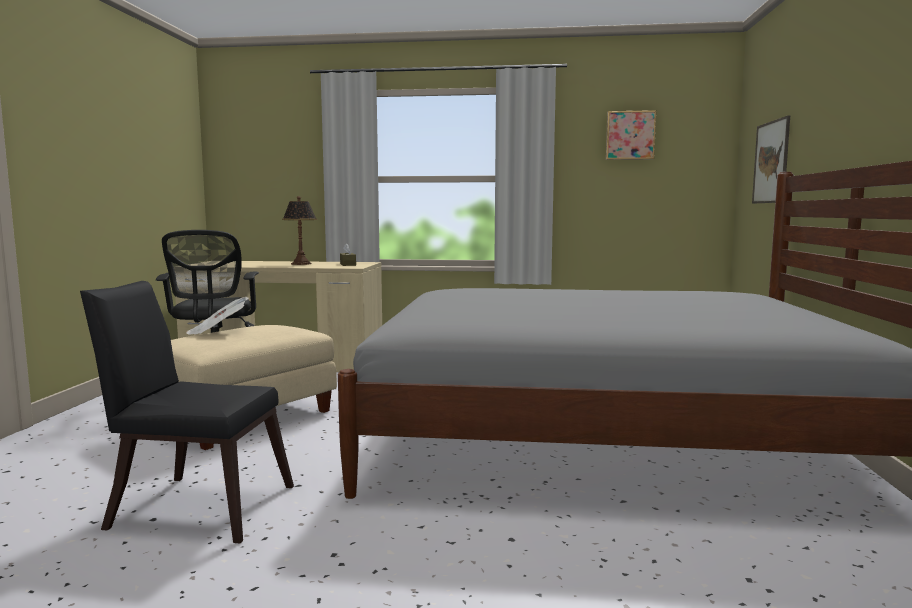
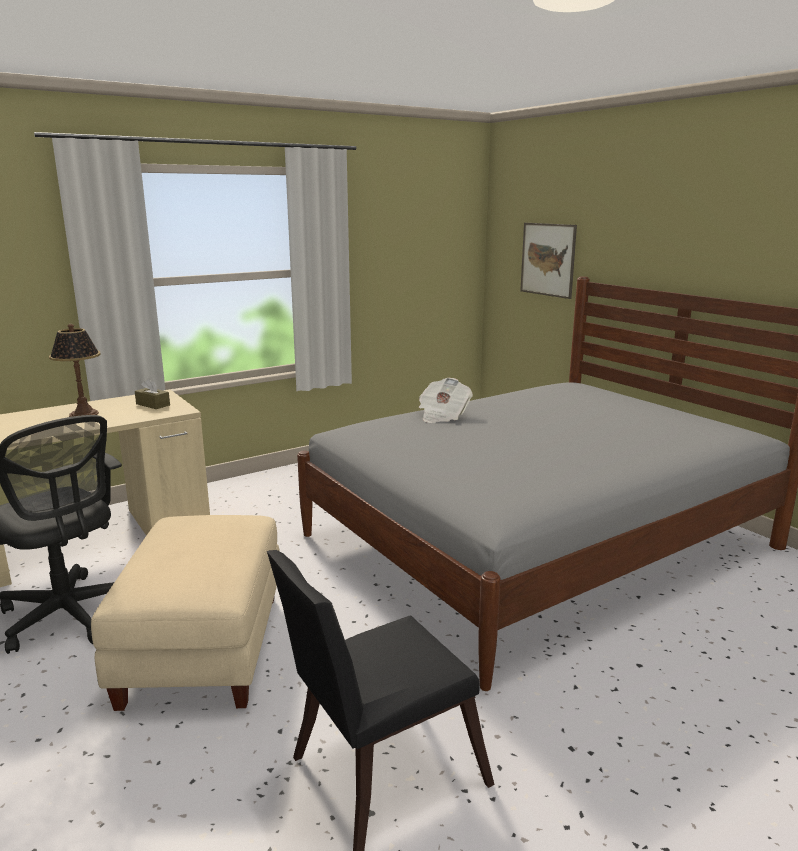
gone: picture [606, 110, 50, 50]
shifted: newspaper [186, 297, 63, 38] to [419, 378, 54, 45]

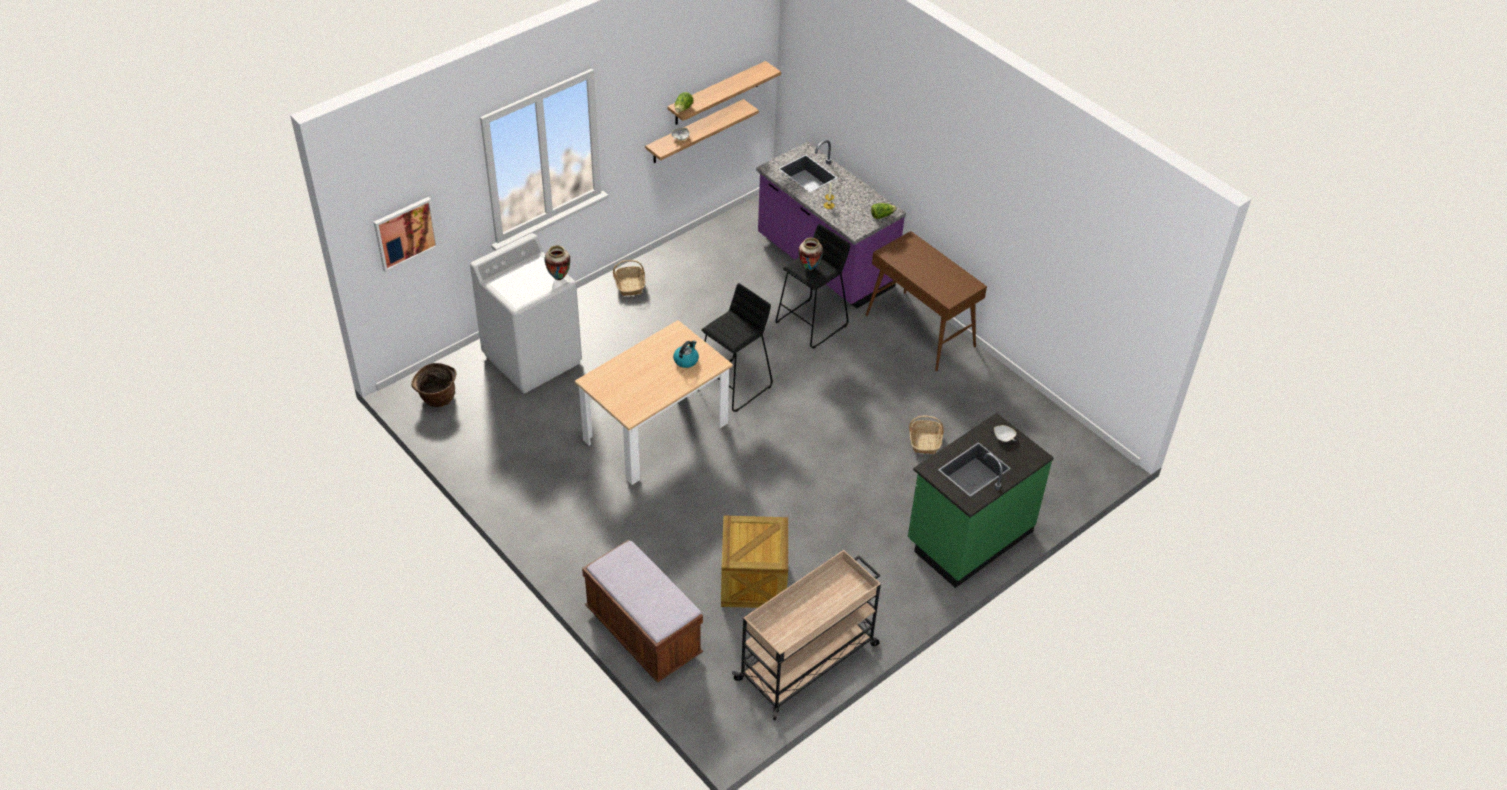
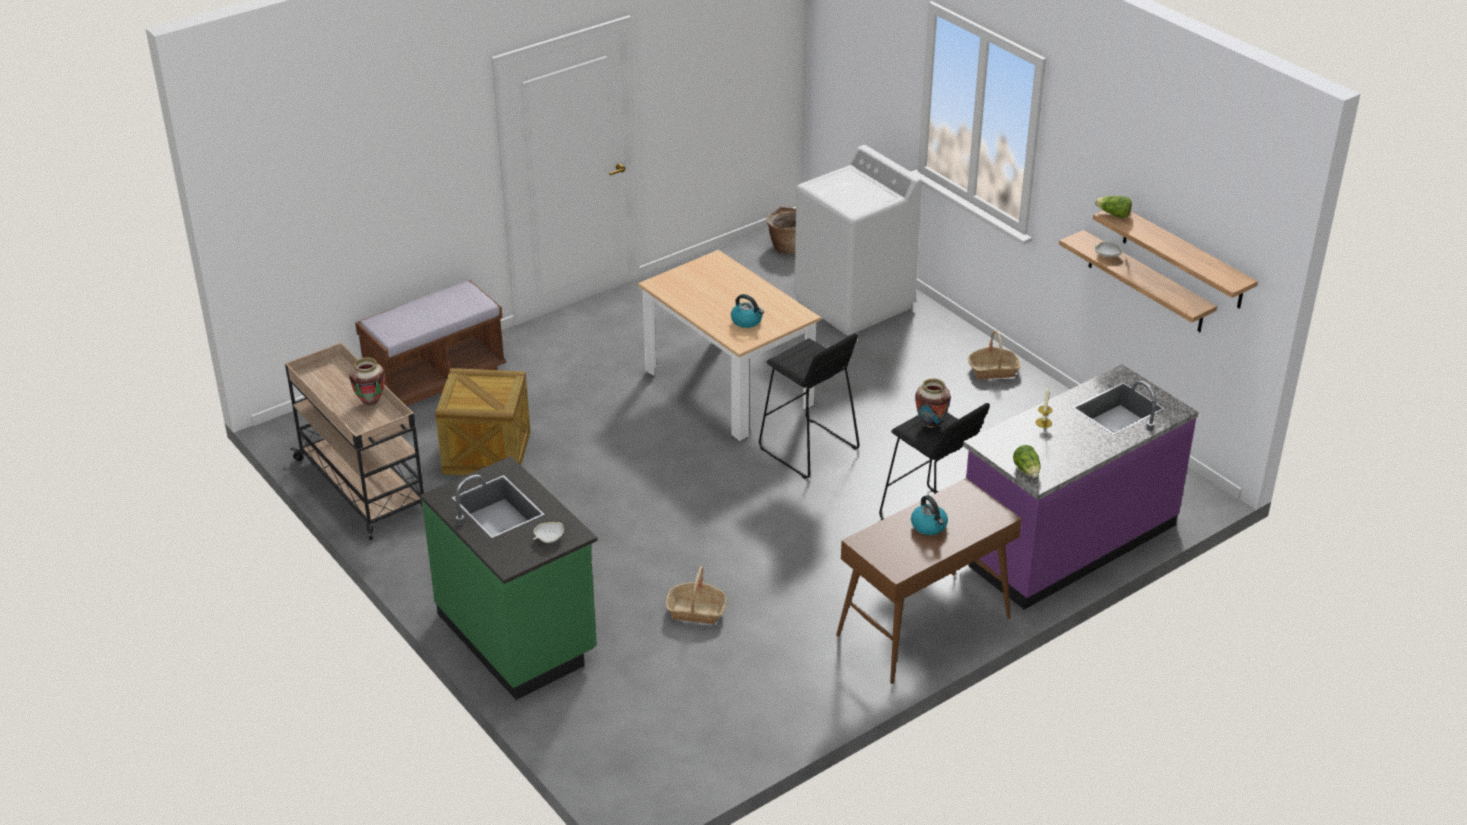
gone: picture [374, 197, 65, 75]
new: kettle [911, 495, 37, 40]
shifted: vase [544, 245, 26, 35] to [349, 357, 36, 49]

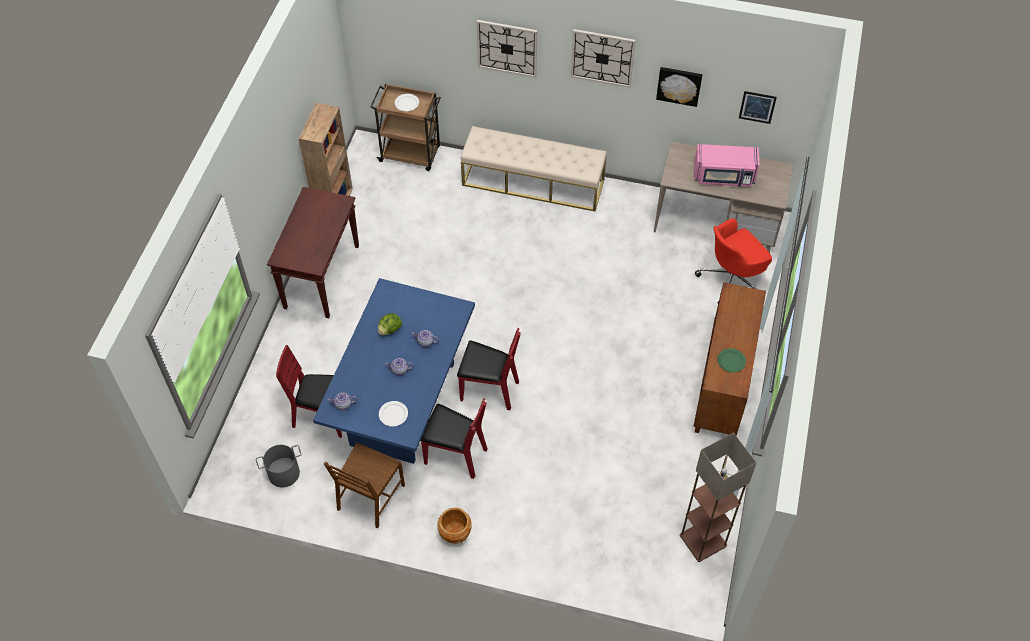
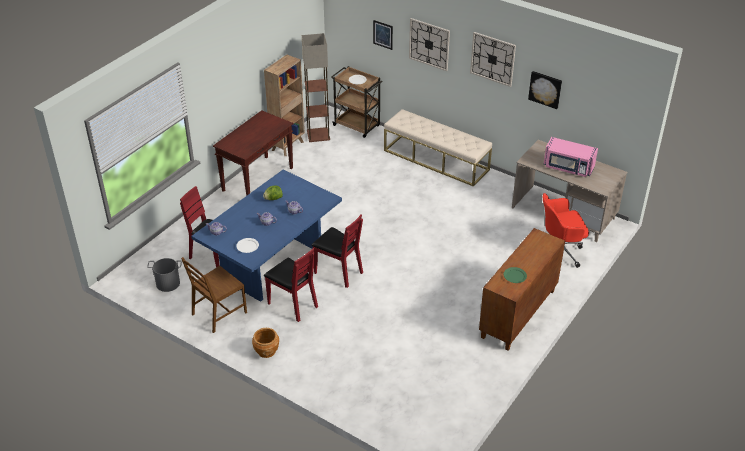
shifted: picture [739, 91, 38, 33] to [373, 20, 20, 30]; floor lamp [680, 432, 77, 130] to [302, 33, 28, 109]

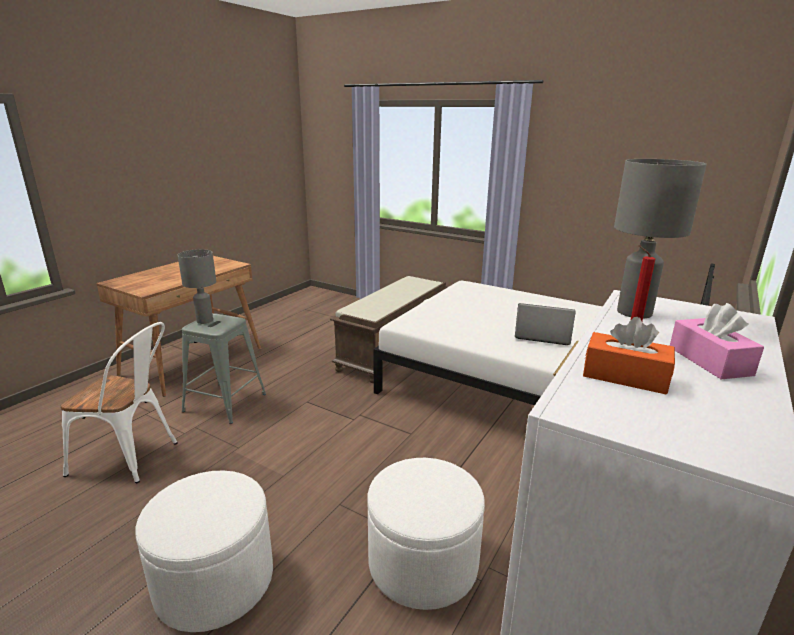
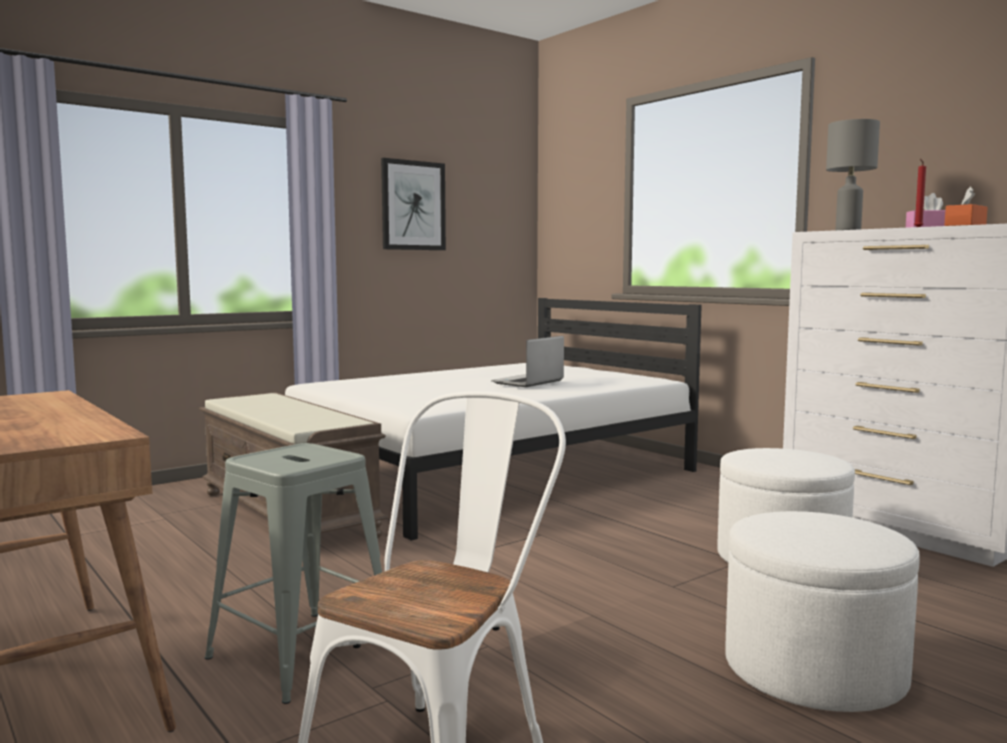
gone: table lamp in grey [178, 249, 38, 75]
new: picture [381, 158, 65, 92]

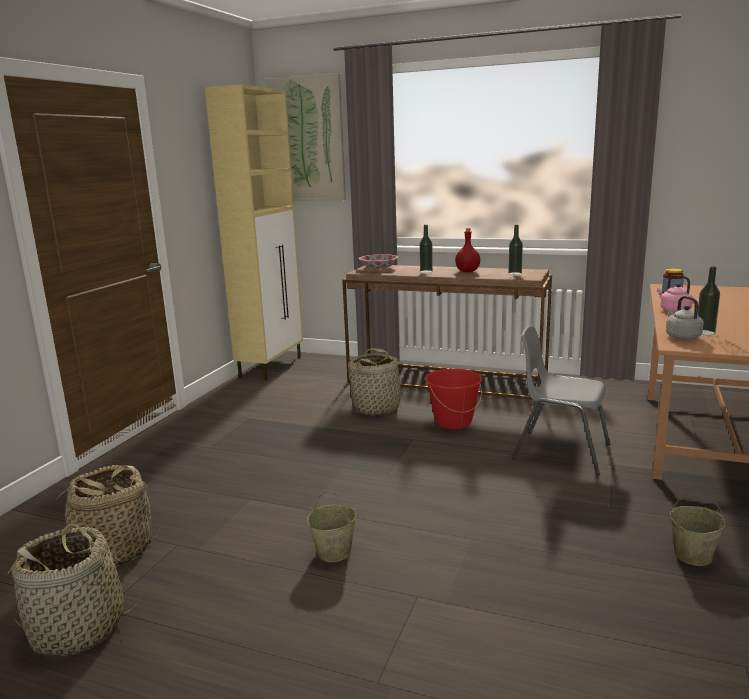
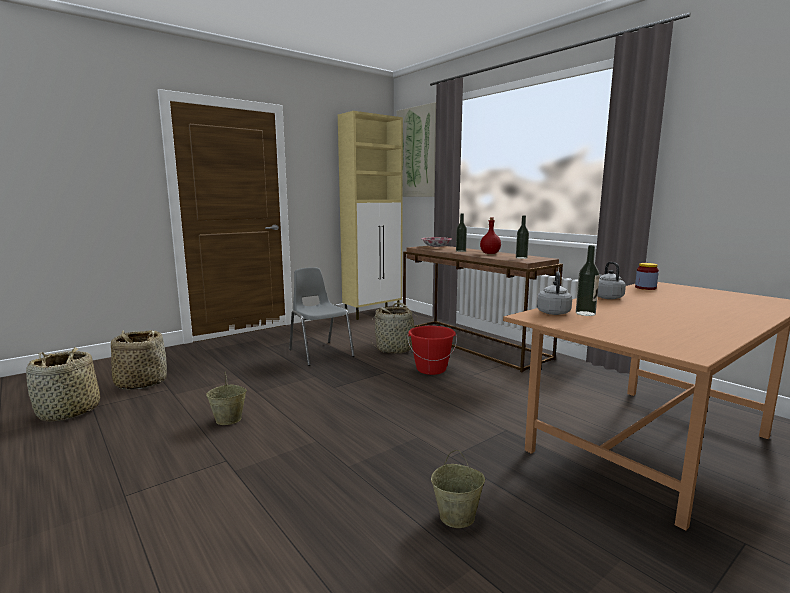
shifted: chair in grey [512, 326, 99, 149] to [289, 267, 66, 99]
repainted: kettle in pink [657, 275, 36, 38] to kettle in grey [598, 262, 28, 37]

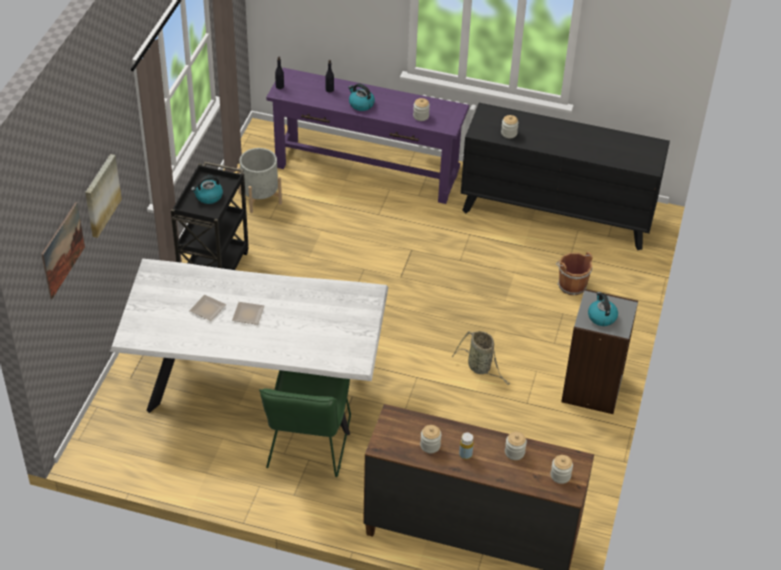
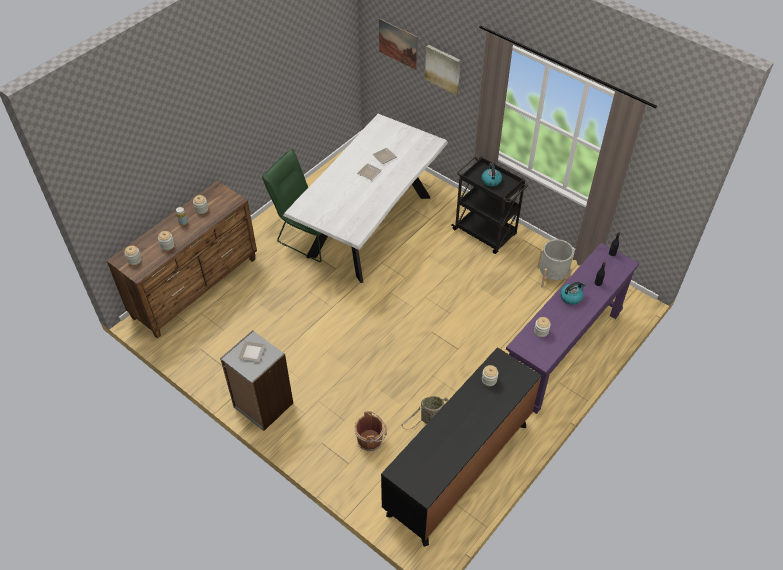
shifted: basket [452, 331, 58, 54] to [401, 396, 47, 34]
swapped: kettle [588, 292, 30, 34] to plate [238, 341, 27, 21]

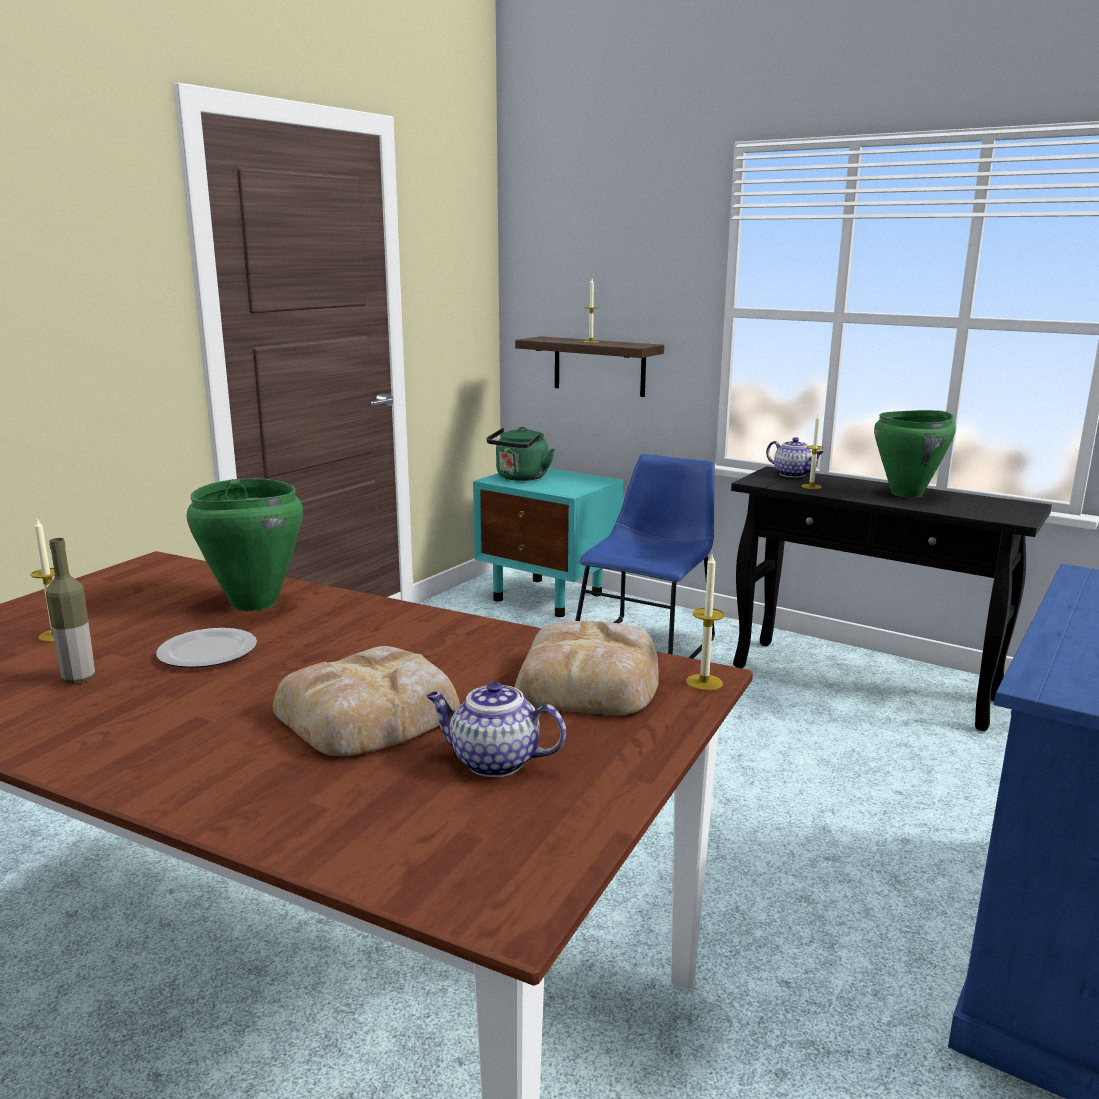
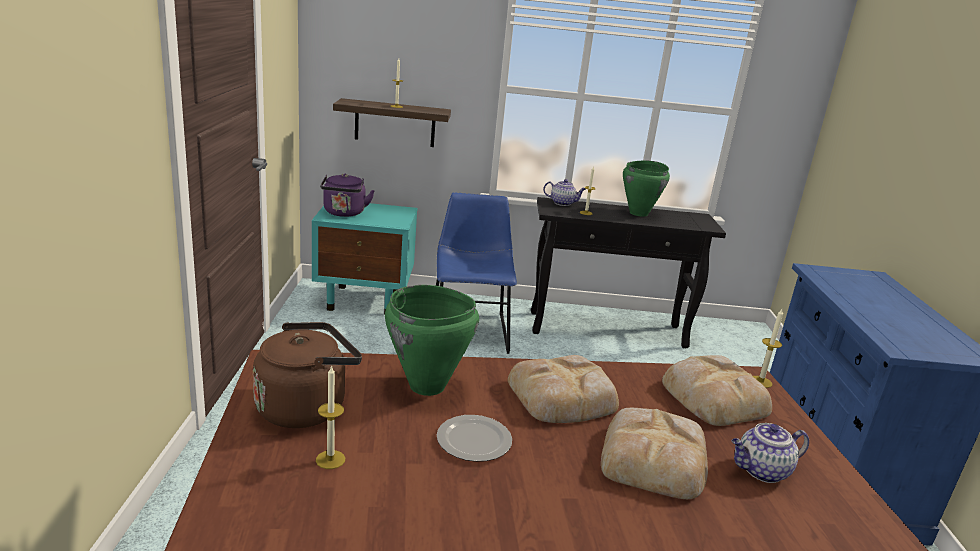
gone: bottle [46, 538, 49, 146]
new: kettle in brown [253, 322, 109, 106]; bread [508, 355, 111, 68]
repainted: kettle in green [486, 427, 69, 54] to kettle in purple [320, 174, 55, 43]

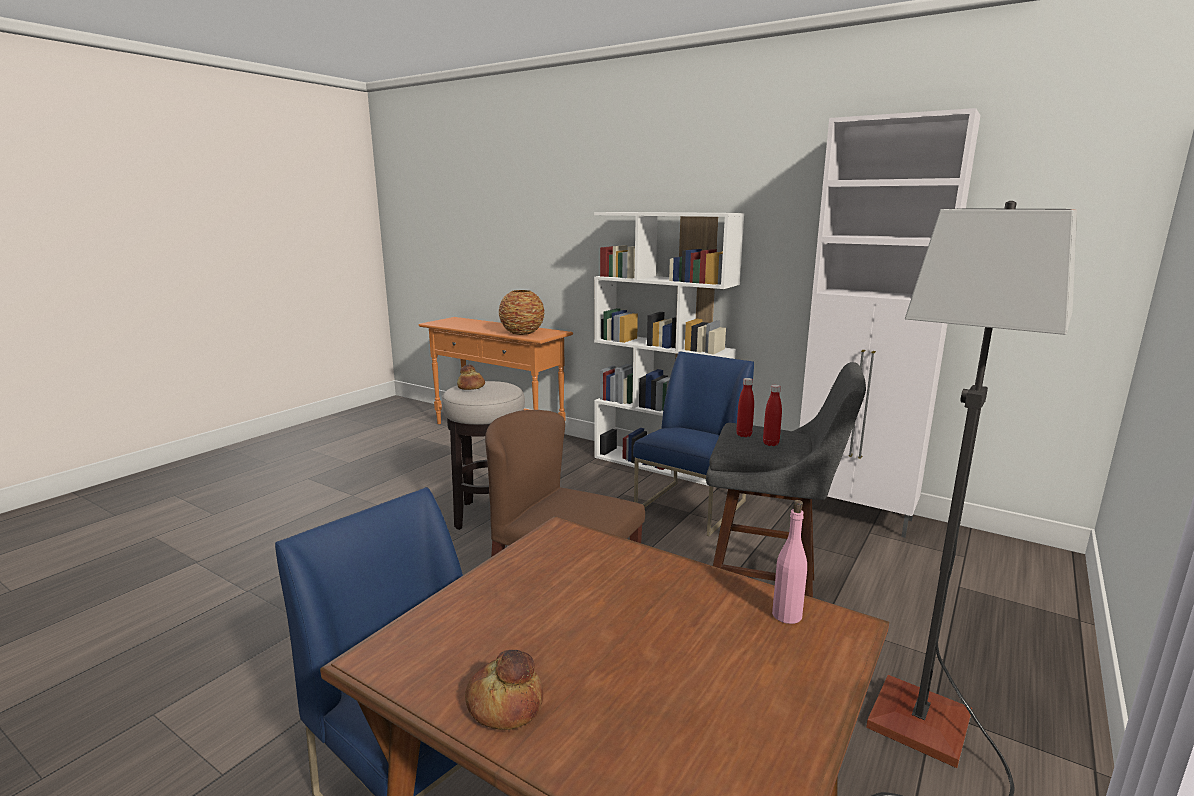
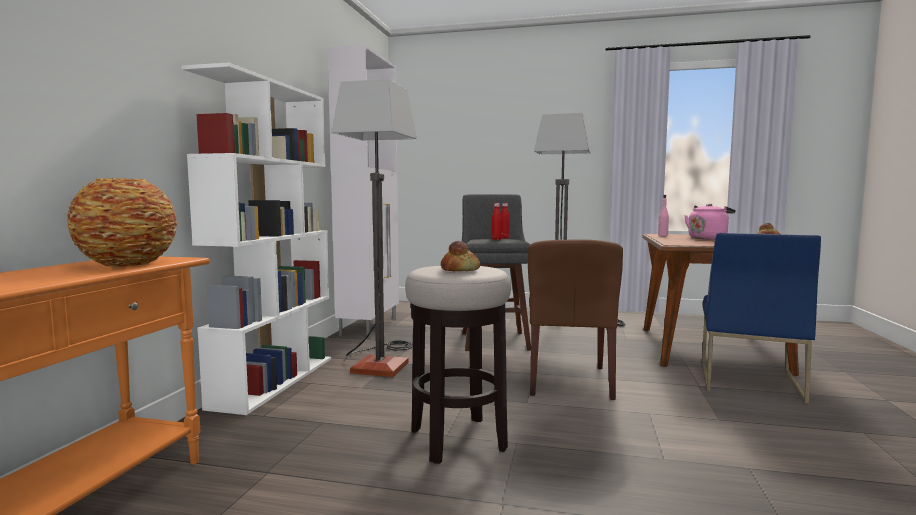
new: kettle in pink [684, 204, 51, 35]
swapped: chair in blue [633, 352, 121, 184] to floor lamp [331, 79, 86, 298]

